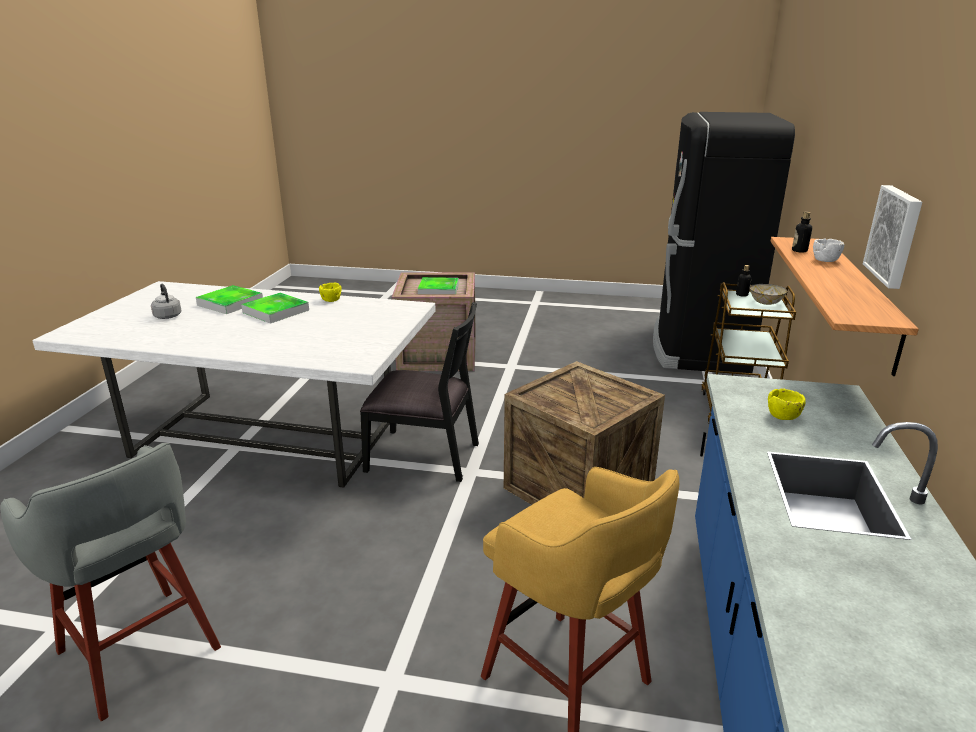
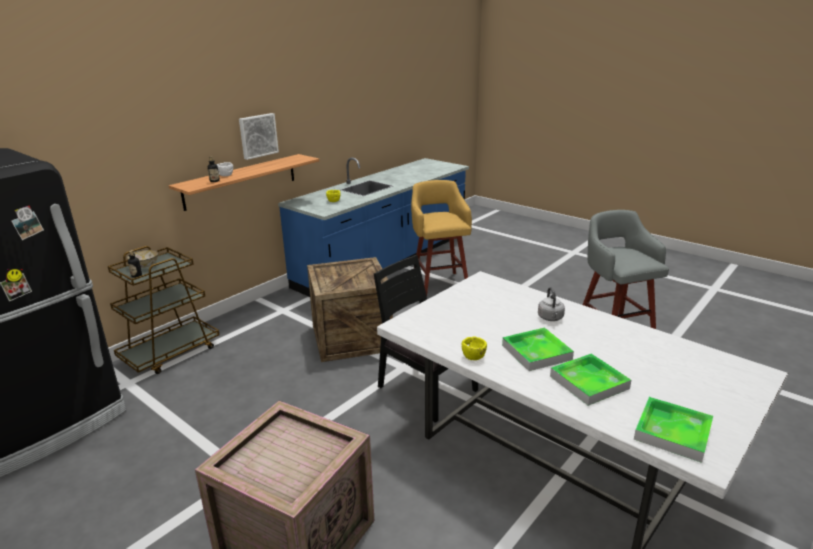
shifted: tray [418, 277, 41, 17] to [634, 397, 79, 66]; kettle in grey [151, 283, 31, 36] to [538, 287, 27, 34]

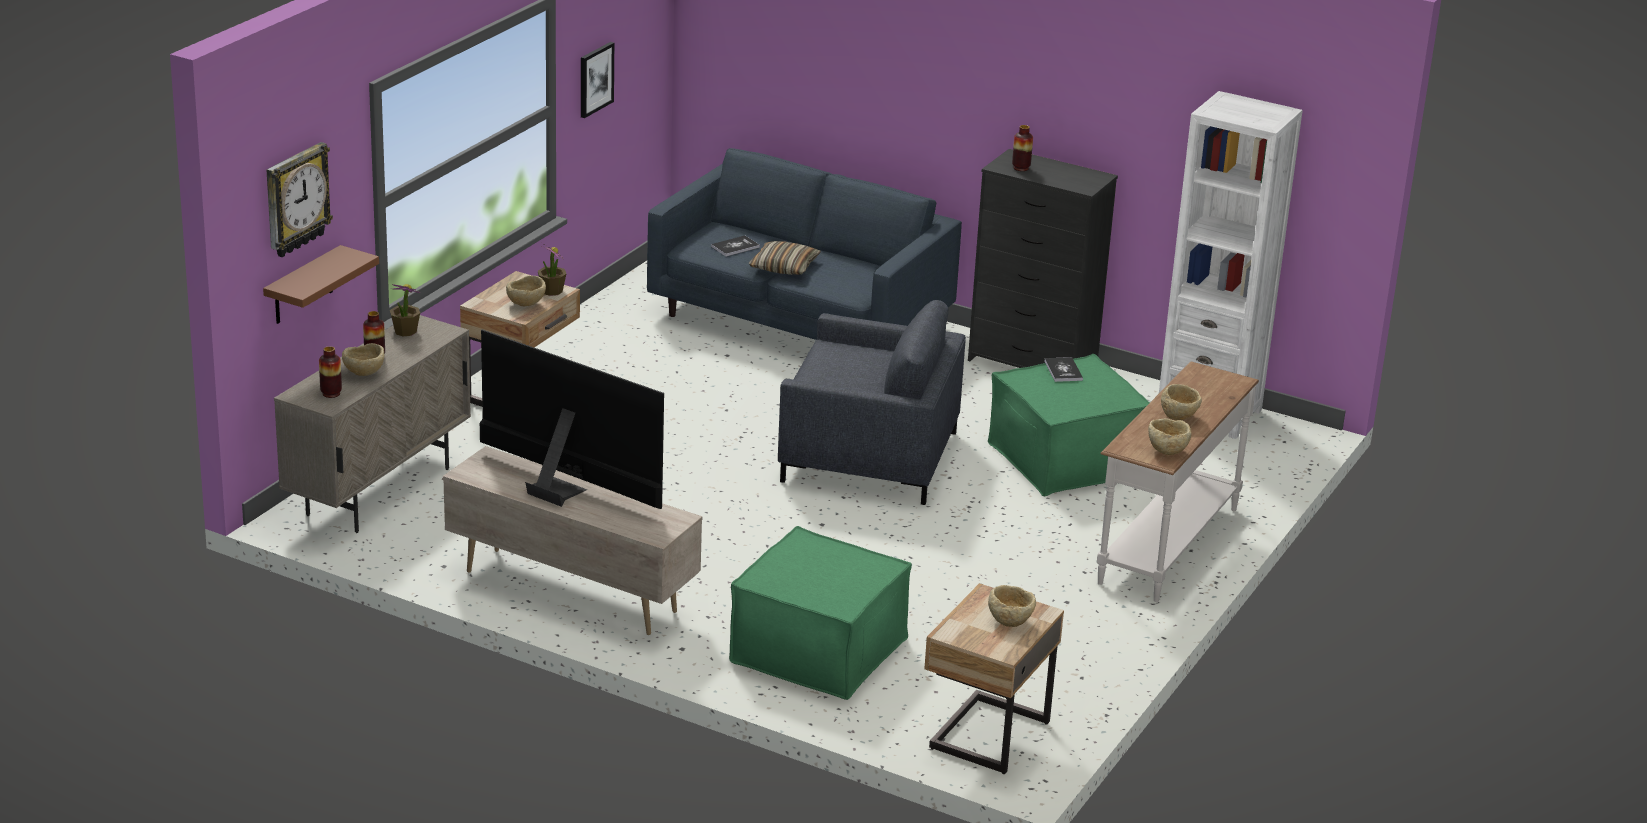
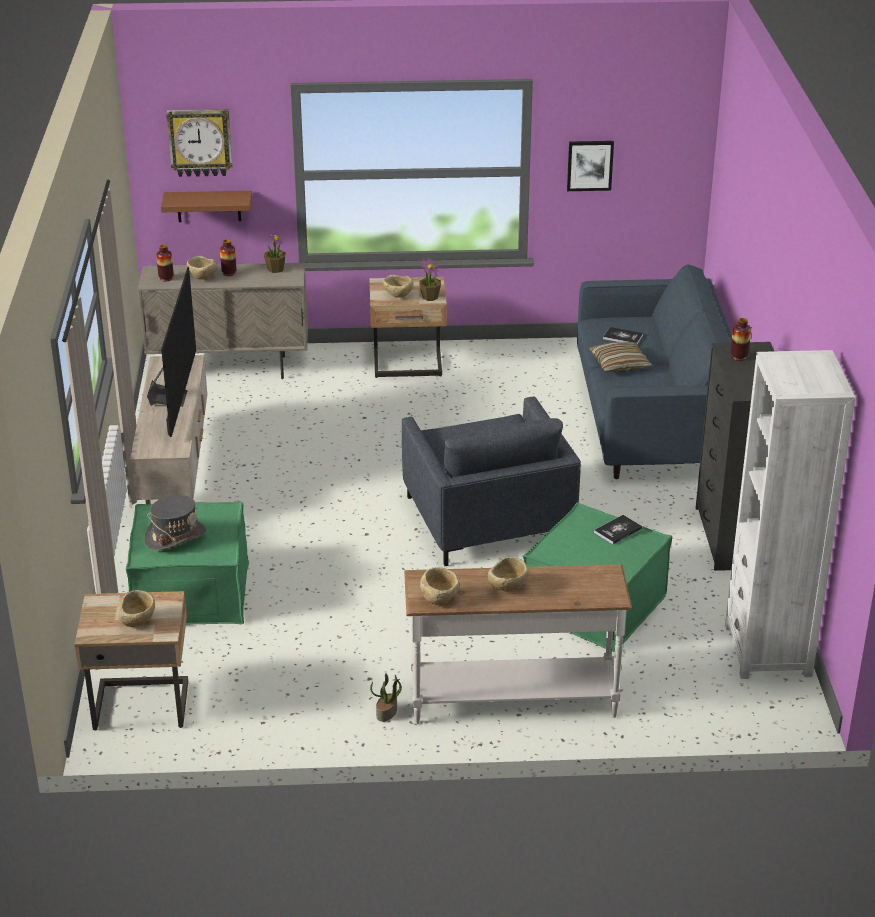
new: hat in grey [145, 495, 61, 55]; potted plant [370, 673, 32, 49]

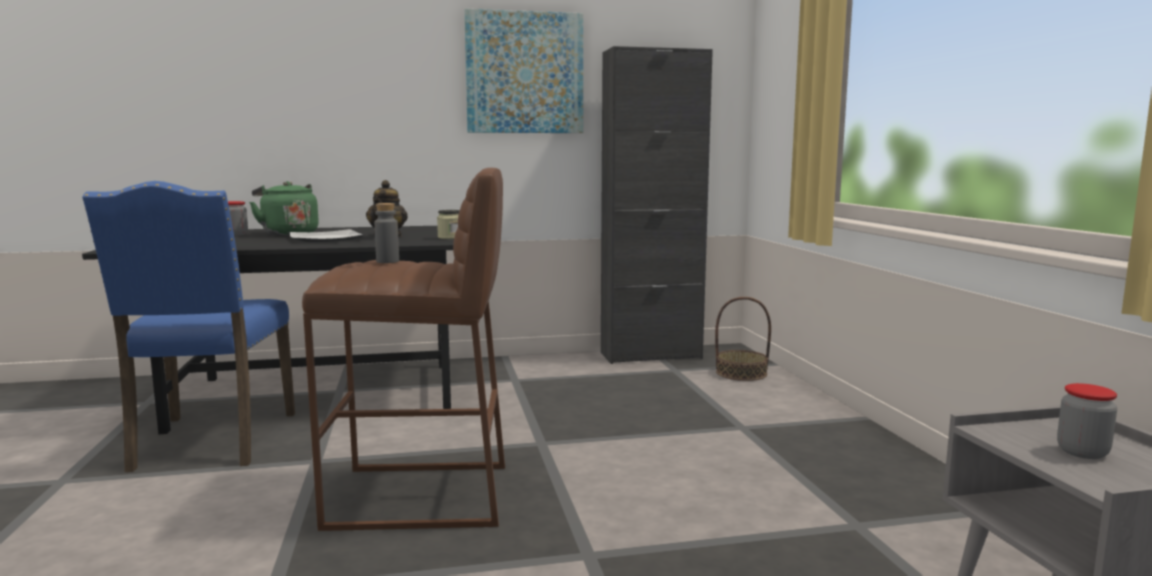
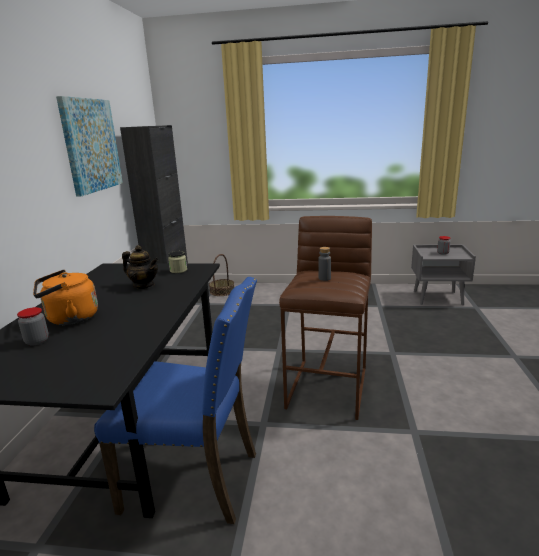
gone: plate [290, 229, 73, 13]
repainted: kettle in green [249, 181, 70, 55] to kettle in orange [33, 270, 65, 55]

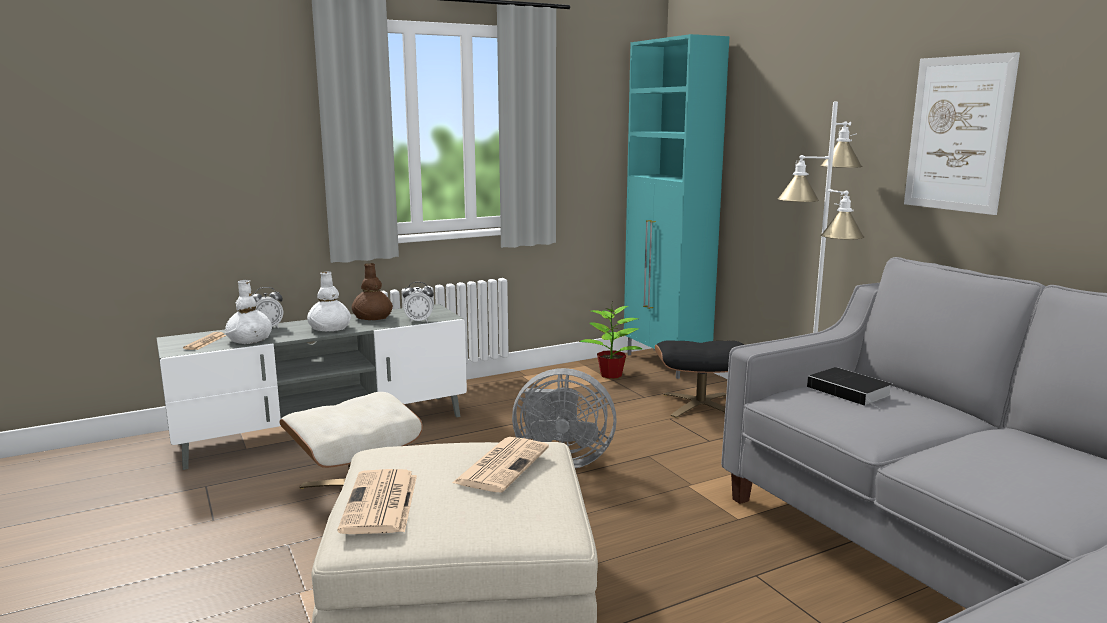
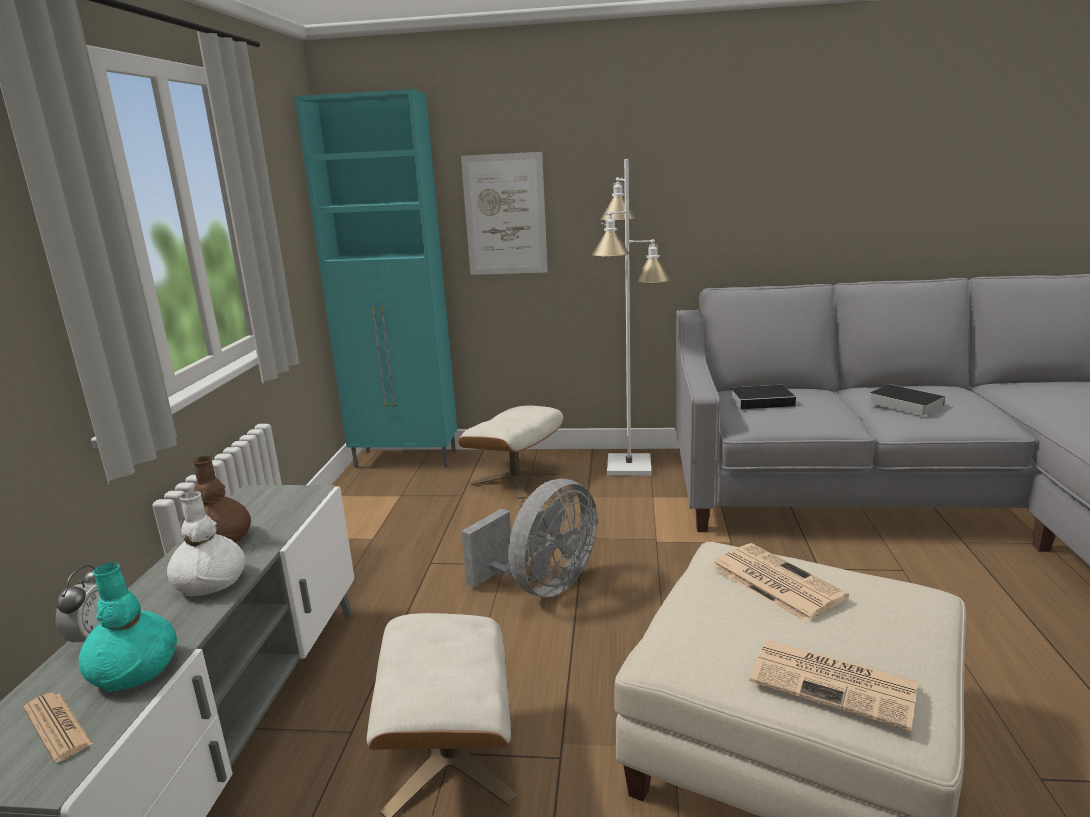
gone: alarm clock [403, 282, 31, 41]; potted plant [579, 306, 63, 73]
new: book [868, 384, 77, 32]
shifted: picture [904, 52, 116, 163] to [461, 152, 87, 123]
repainted: vase in white [225, 280, 47, 64] to vase in turquoise [78, 562, 99, 130]; ottoman in black [655, 341, 90, 77] to ottoman in beige [458, 405, 105, 94]

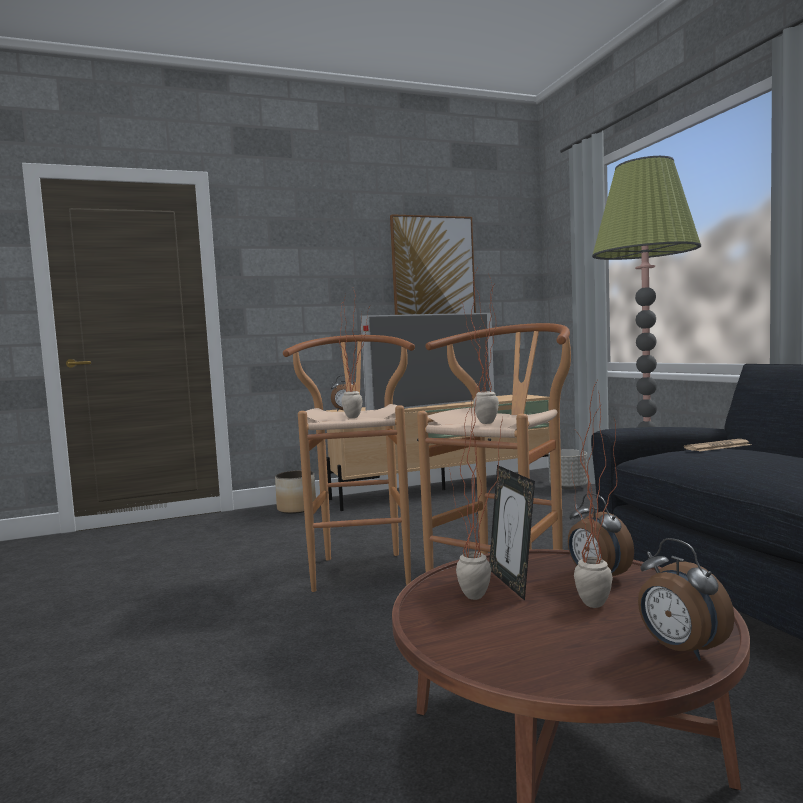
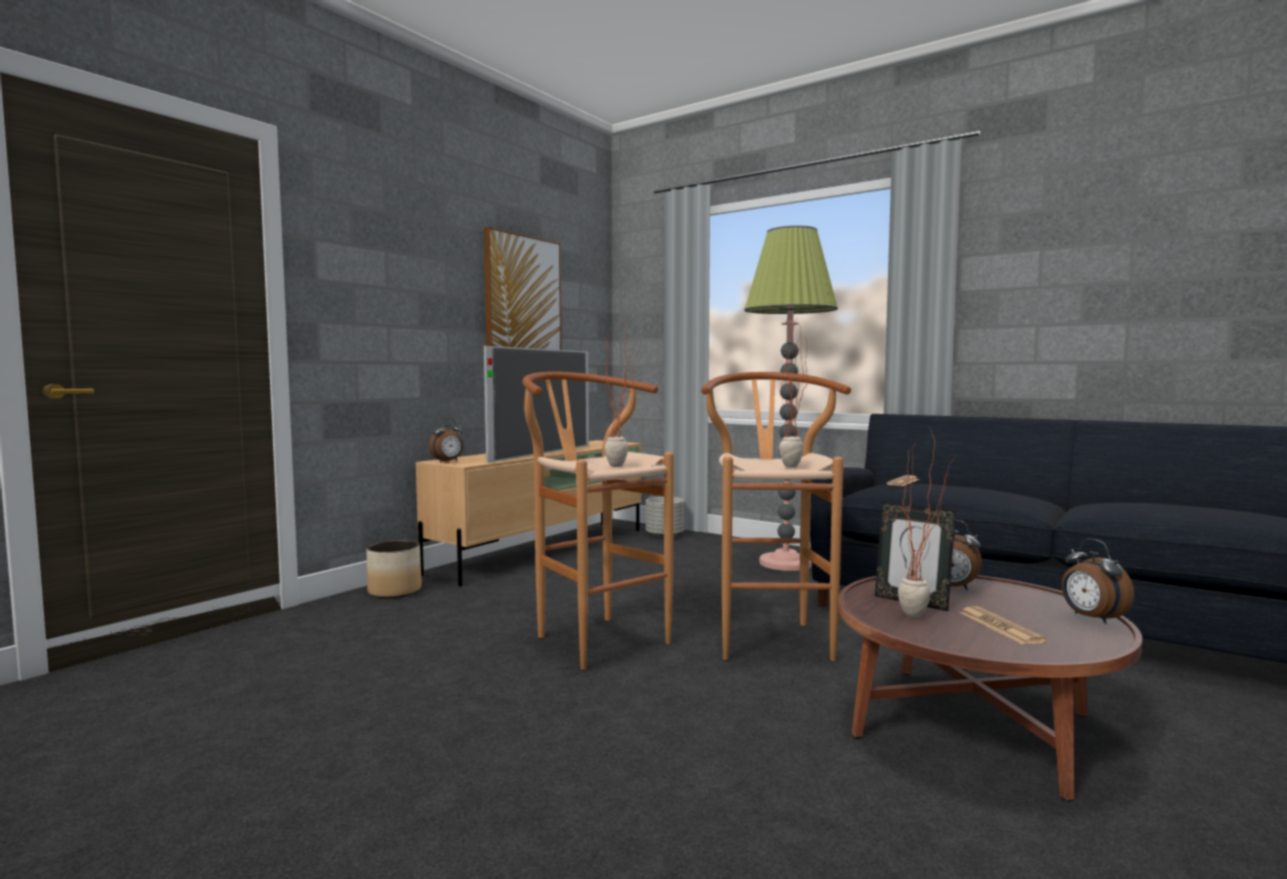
gone: potted plant [572, 381, 45, 227]
new: newspaper [960, 606, 87, 39]
rotated: alarm clock [638, 538, 97, 123] = [1062, 539, 72, 85] 45 degrees clockwise

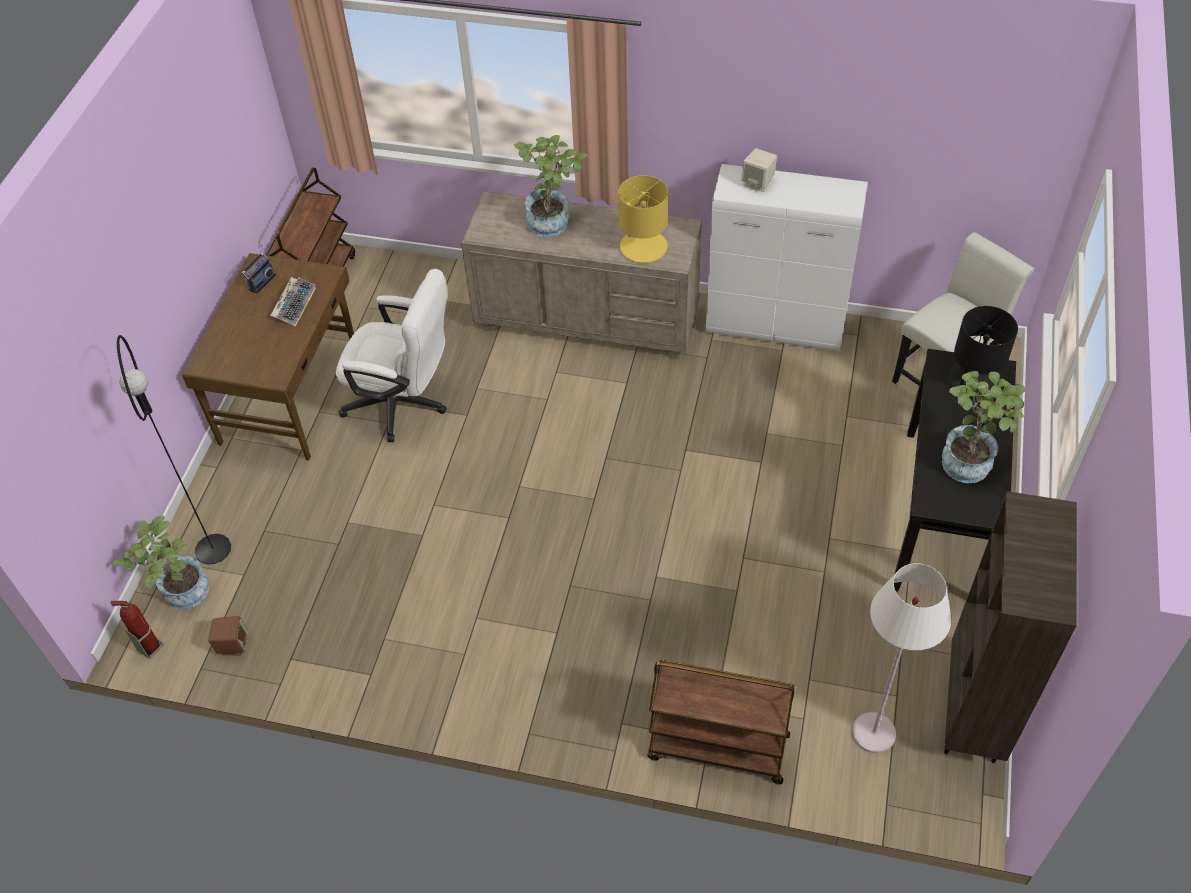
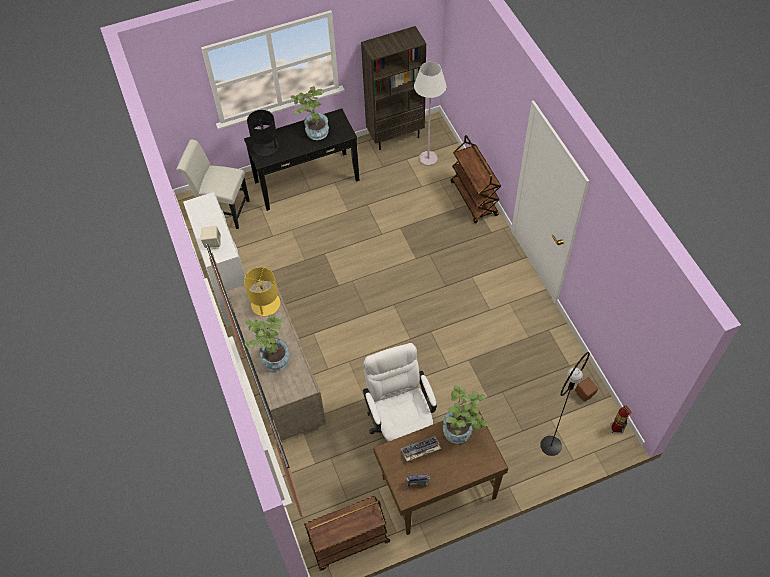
shifted: potted plant [113, 515, 96, 95] to [443, 385, 45, 59]

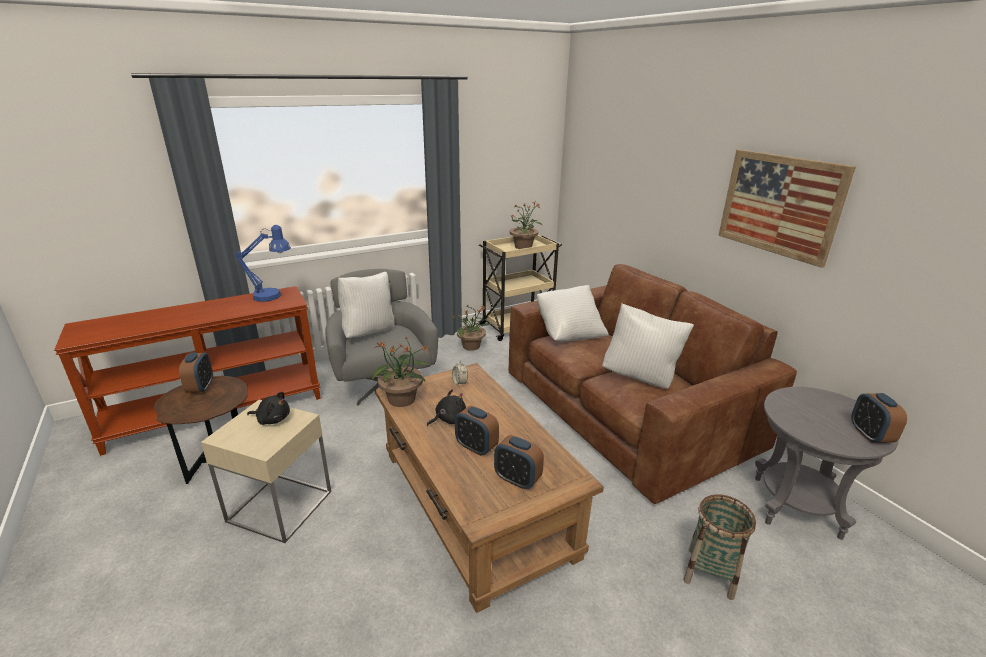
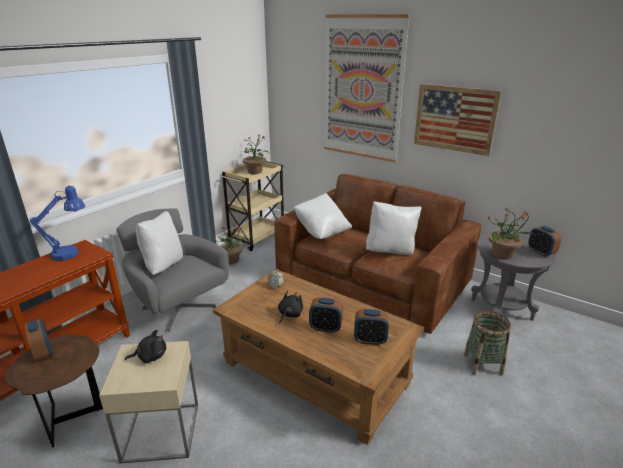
new: picture [324, 14, 86, 149]
shifted: potted plant [372, 336, 58, 71] to [486, 209, 47, 50]

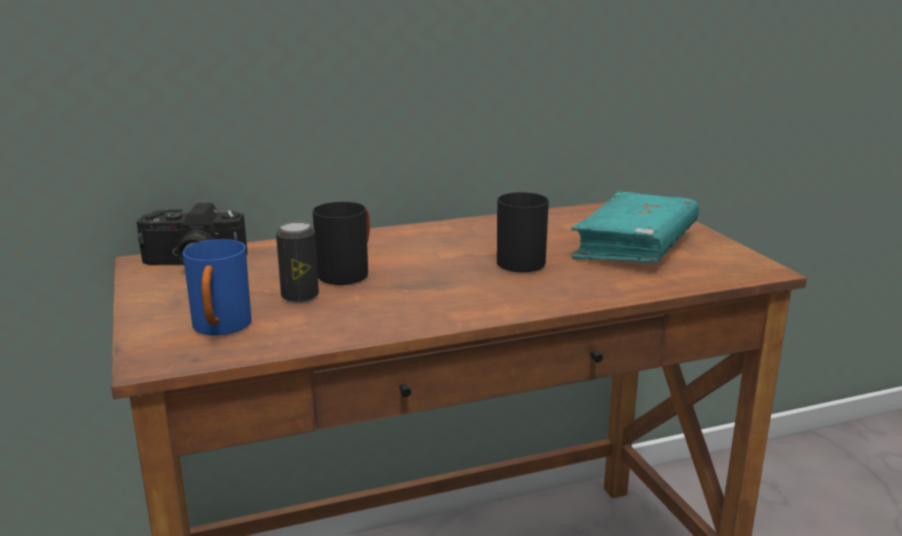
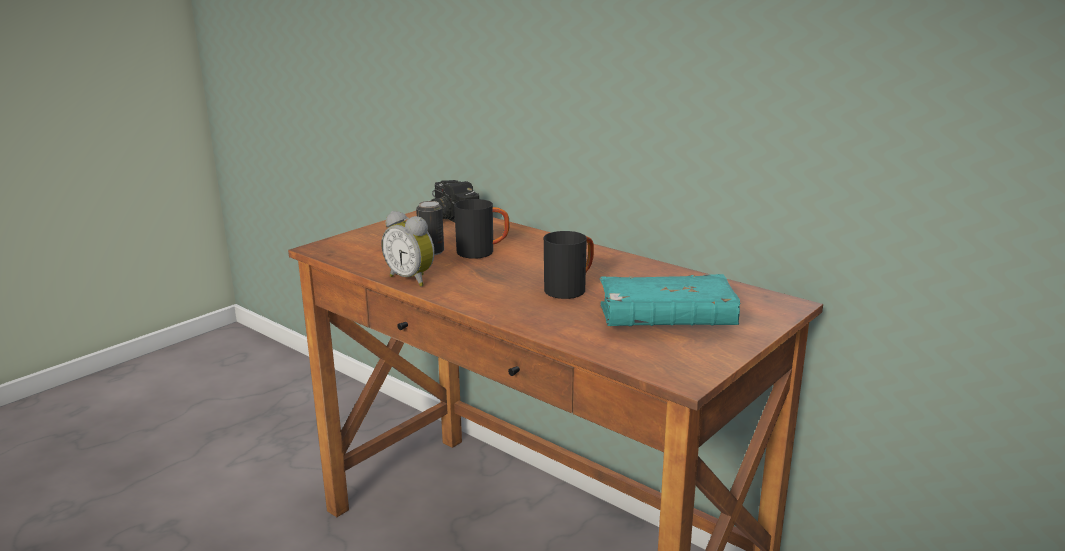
gone: mug in blue [183, 239, 69, 97]
new: alarm clock [382, 211, 53, 76]

